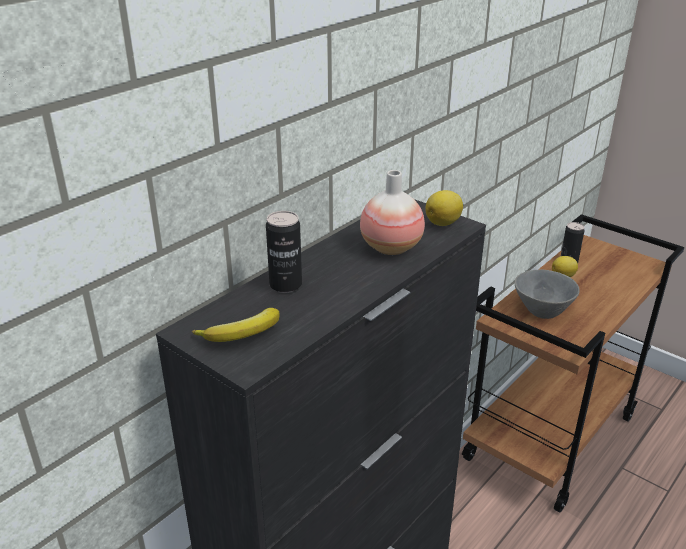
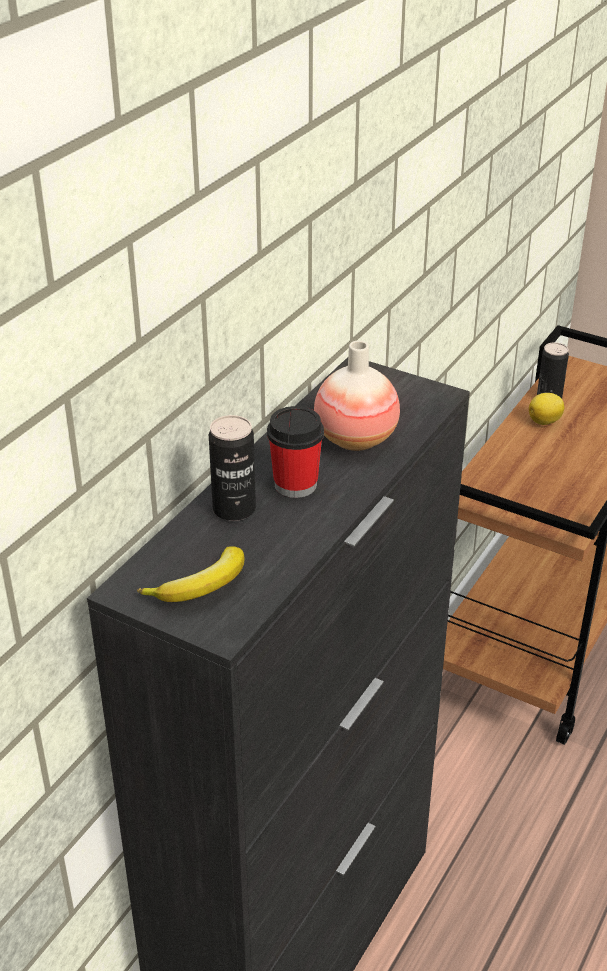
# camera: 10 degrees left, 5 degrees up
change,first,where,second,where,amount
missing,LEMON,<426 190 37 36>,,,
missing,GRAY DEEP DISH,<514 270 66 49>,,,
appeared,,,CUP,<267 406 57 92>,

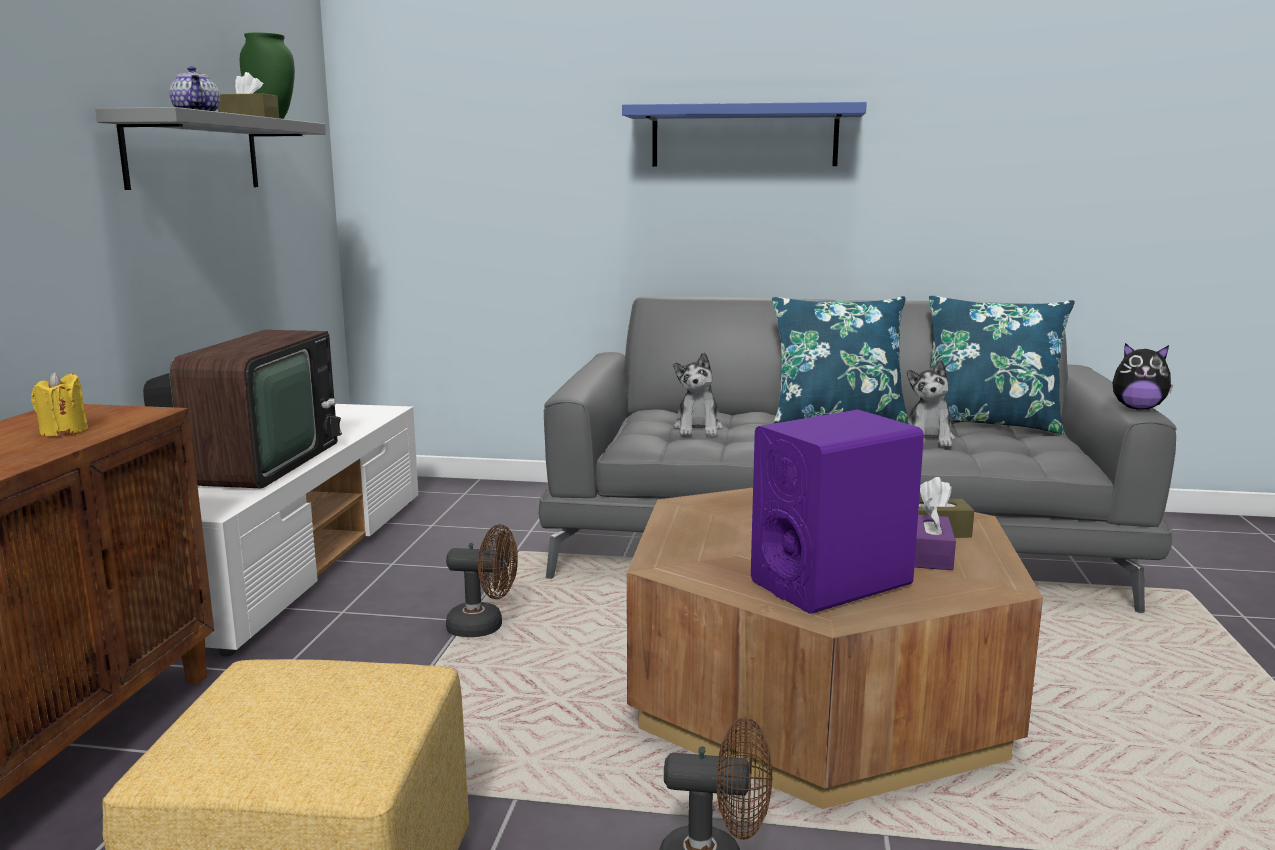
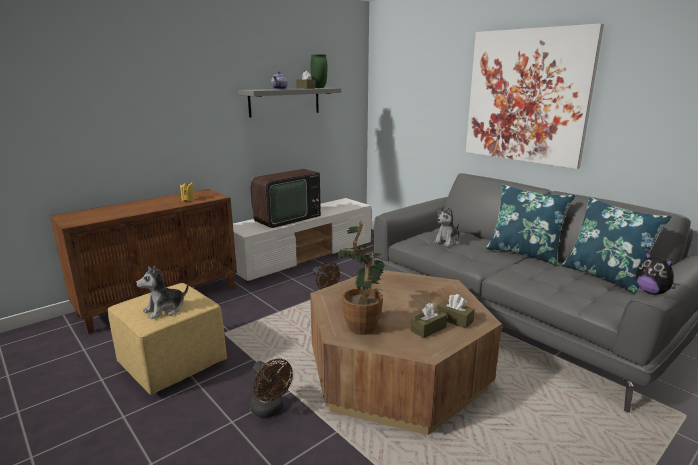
# camera: 40 degrees right, 5 degrees up
change,first,where,second,where,amount
exchanged,BLUE-COLOURED WALL SHELF,<622 102 245 64>,WALL ART,<466 23 138 146>,
relocated,SOFT TOY,<907 359 48 87>,,<136 266 53 53>,
exchanged,PURPLE-COLOURED AUDIO SPEAKER,<751 410 173 204>,PLANT IN A POT,<337 220 48 115>,
colour,PURPLE-COLOURED TISSUE BOX,<914 498 42 72>,BROWNISH TISSUE BOX,<410 302 37 36>,

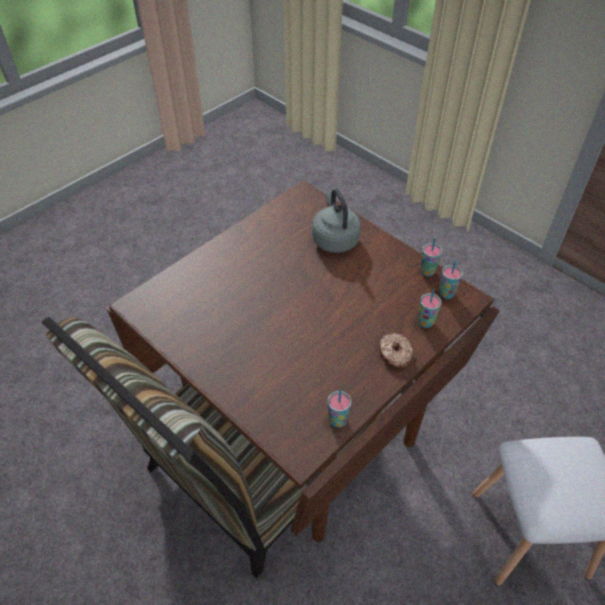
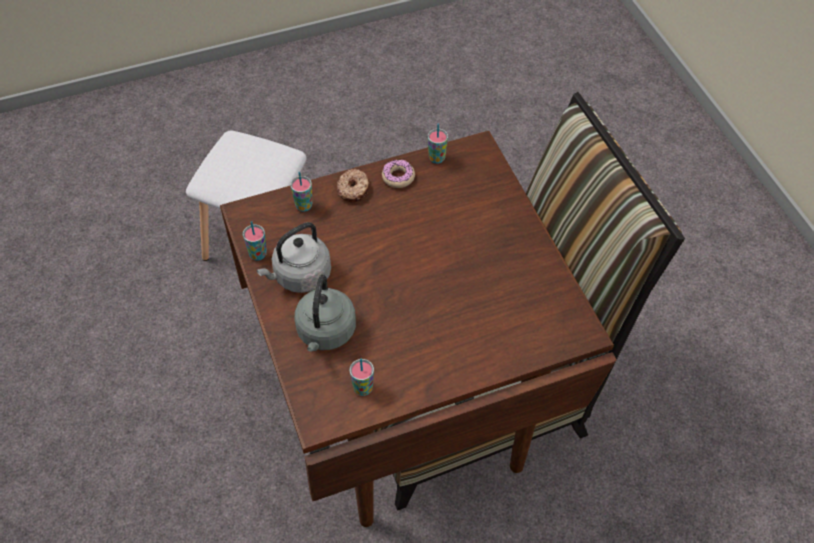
# camera: 155 degrees left, 5 degrees up
change,first,where,second,where,amount
relocated,CUP,<439 260 24 39>,,<350 359 24 37>,
appeared,,,RING DOUGHNUT,<382 160 33 28>,
appeared,,,GRAY TEA KETTLE,<256 222 75 71>,

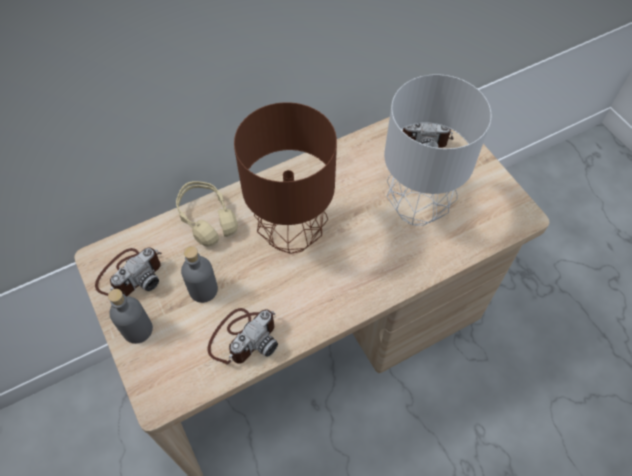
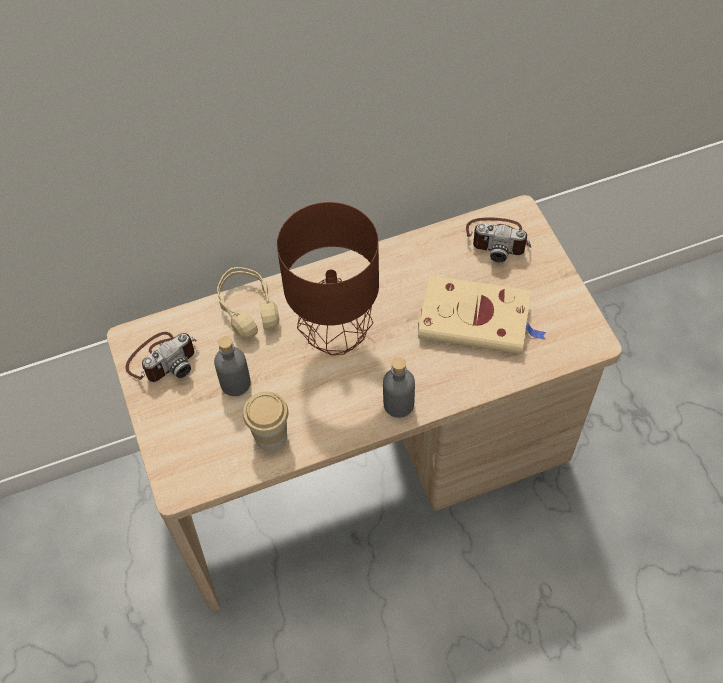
# camera: 10 degrees right, 0 degrees up
change,first,where,second,where,amount
exchanged,GRAY TABLETOP LAMP,<384 74 107 152>,BEIGE-COLOURED VOLUME,<418 275 128 79>,
relocated,GRAY BOTTLE,<108 289 45 55>,,<383 357 32 61>,
exchanged,STILL CAMERA,<208 308 70 56>,CUP,<243 391 45 59>,

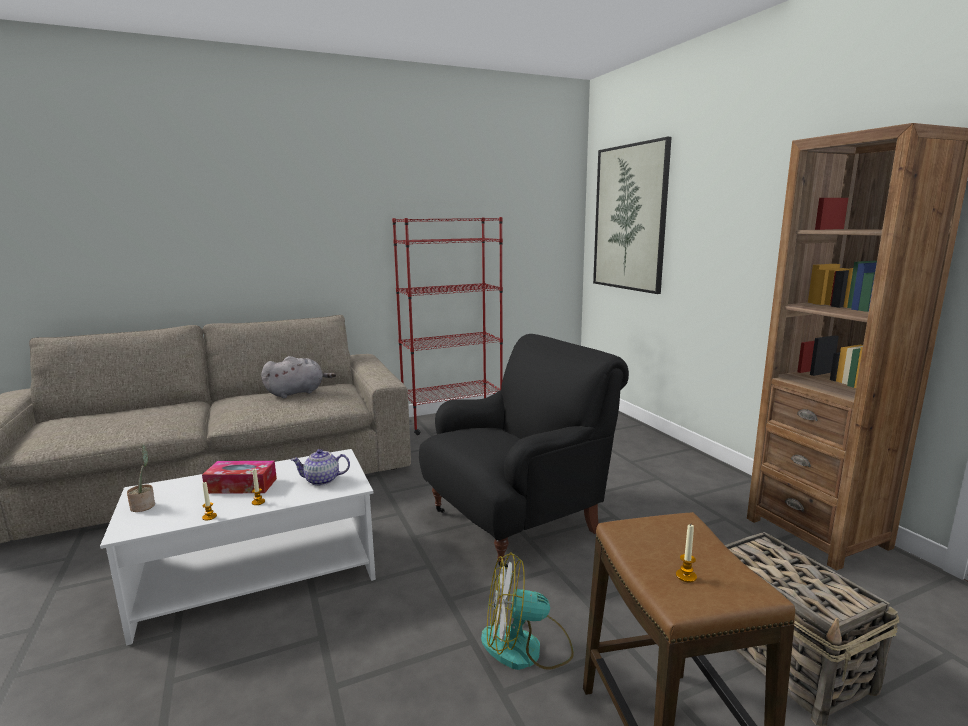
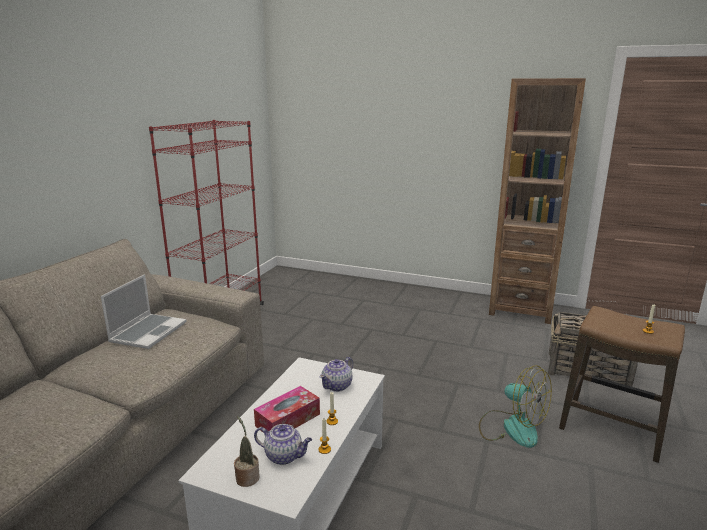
# camera: 45 degrees left, 5 degrees up
change,first,where,second,where,amount
missing,WALL ART,<593 137 79 157>,,,
missing,BLACK-COLOURED EASY CHAIR,<419 334 210 234>,,,
exchanged,GRAY SOFT TOY,<261 356 75 42>,LAPTOP,<101 274 86 75>,
spun,COOLING FAN,<481 553 93 117>,,<479 365 73 83>,90 degrees counterclockwise
appeared,,,POT FOR TEA,<254 424 58 41>,

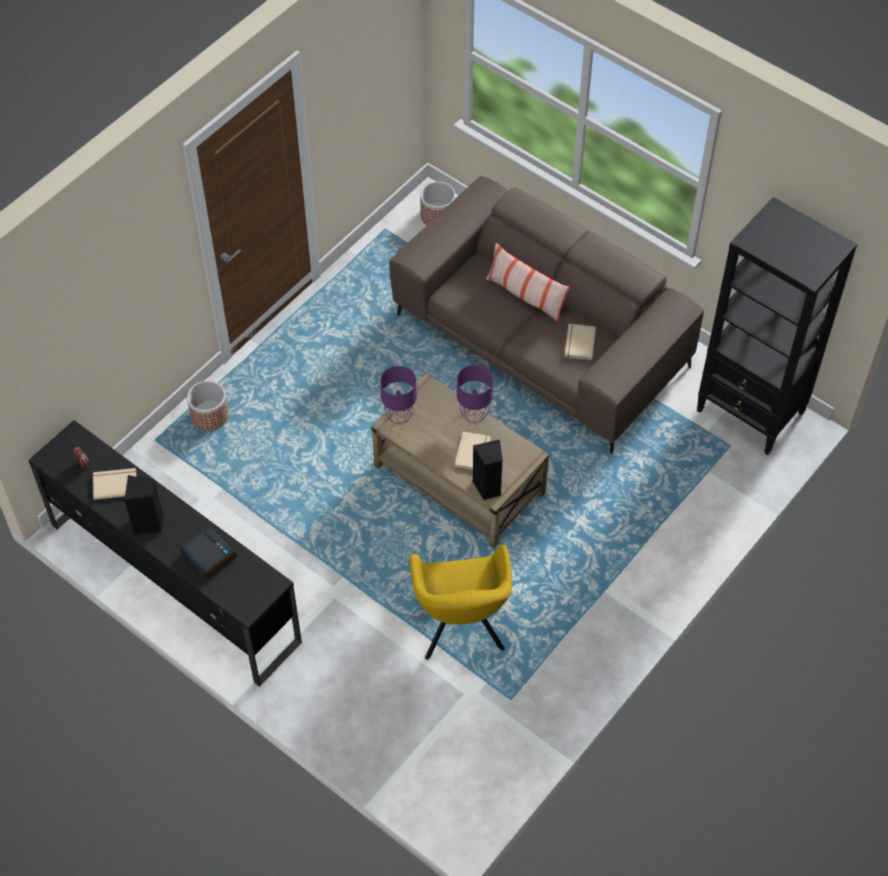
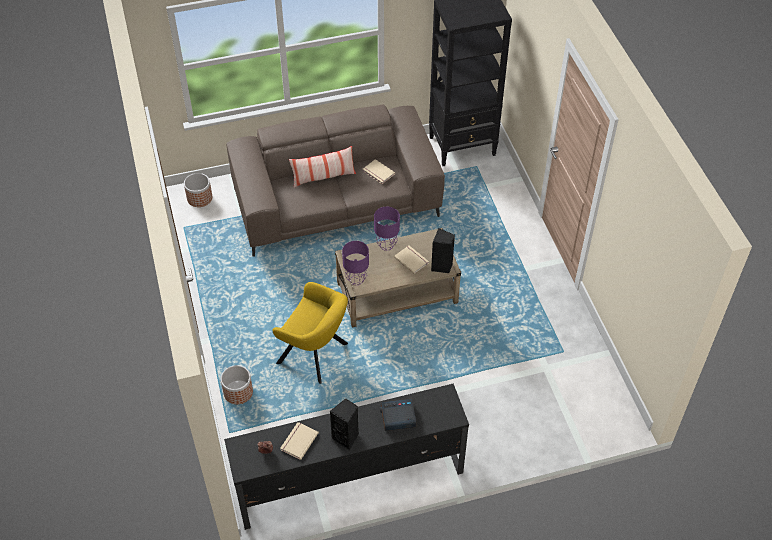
# camera: 55 degrees left, 5 degrees down
change,first,where,second,where,amount
relocated,YELLOWISH EASY CHAIR,<410 545 102 115>,,<272 282 76 102>,

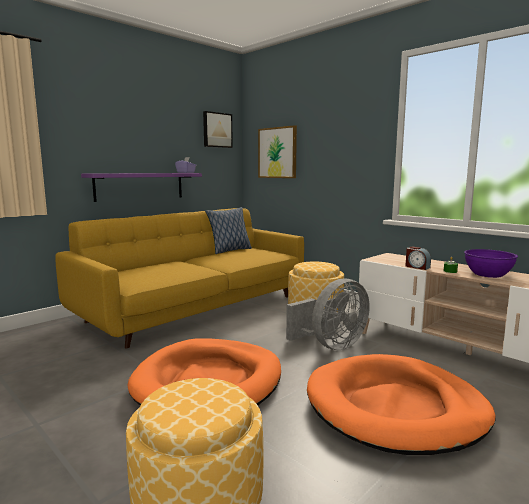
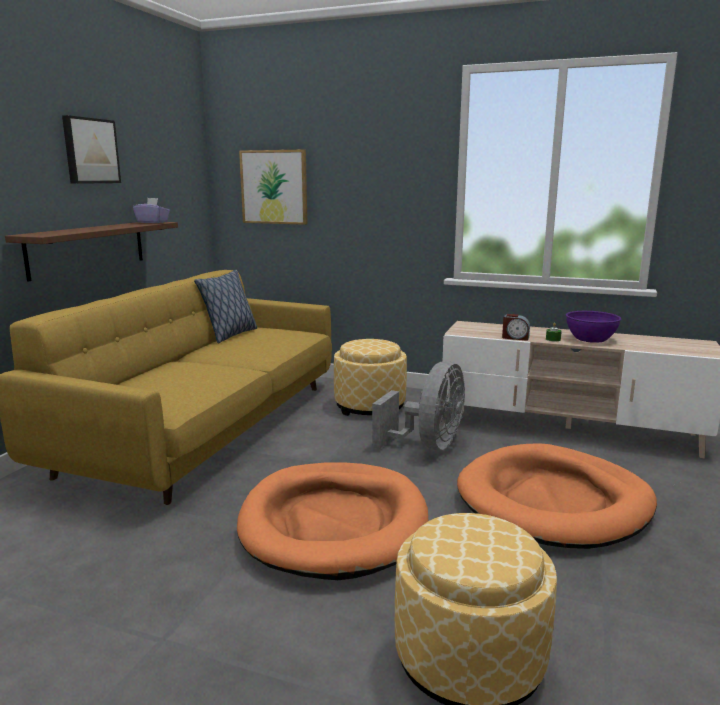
# camera: 25 degrees left, 5 degrees up
change,first,where,second,where,amount
relocated,WALL ART,<203 111 30 37>,,<62 115 59 69>,
colour,PURPLE-COLOURED WALL SHELF,<81 173 121 29>,BROWNISH WALL SHELF,<5 222 173 60>,

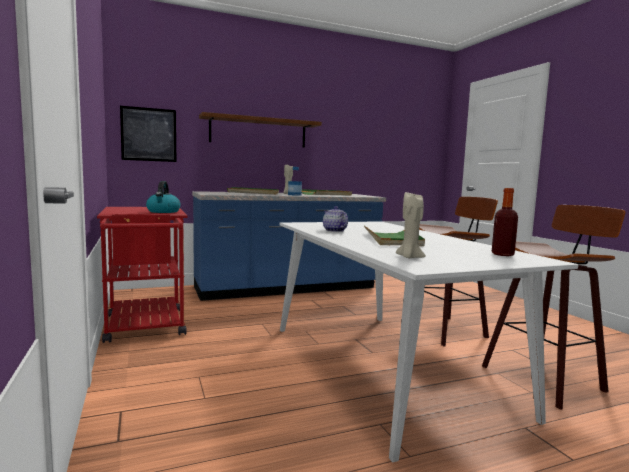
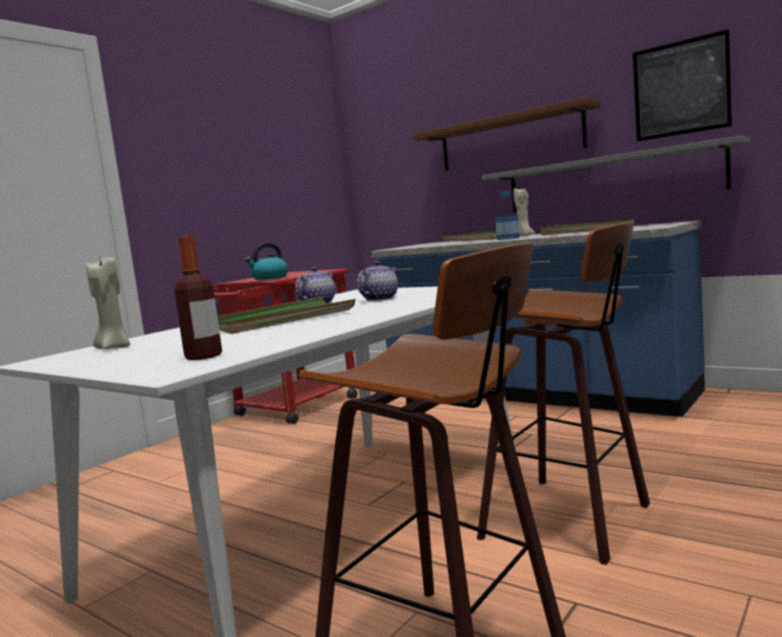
# camera: 60 degrees right, 0 degrees up
change,first,where,second,where,amount
relocated,WALL ART,<120 106 56 56>,,<633 29 99 113>,
appeared,,,GRAY WALL SHELF,<482 135 268 78>,
appeared,,,POT FOR TEA,<357 261 41 40>,

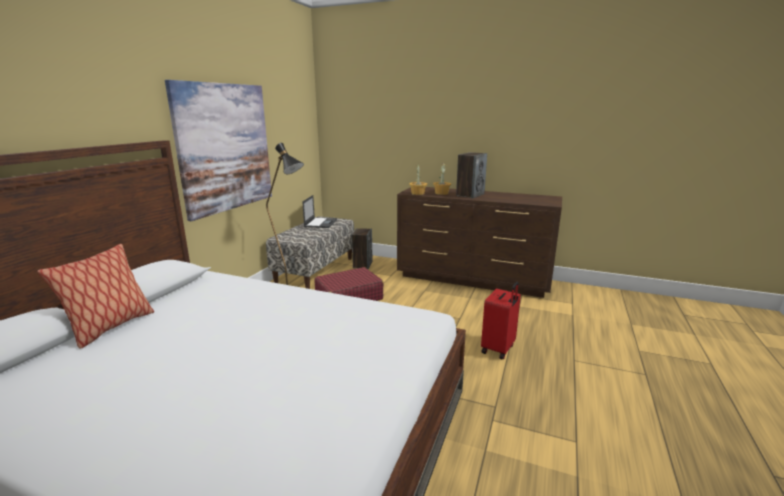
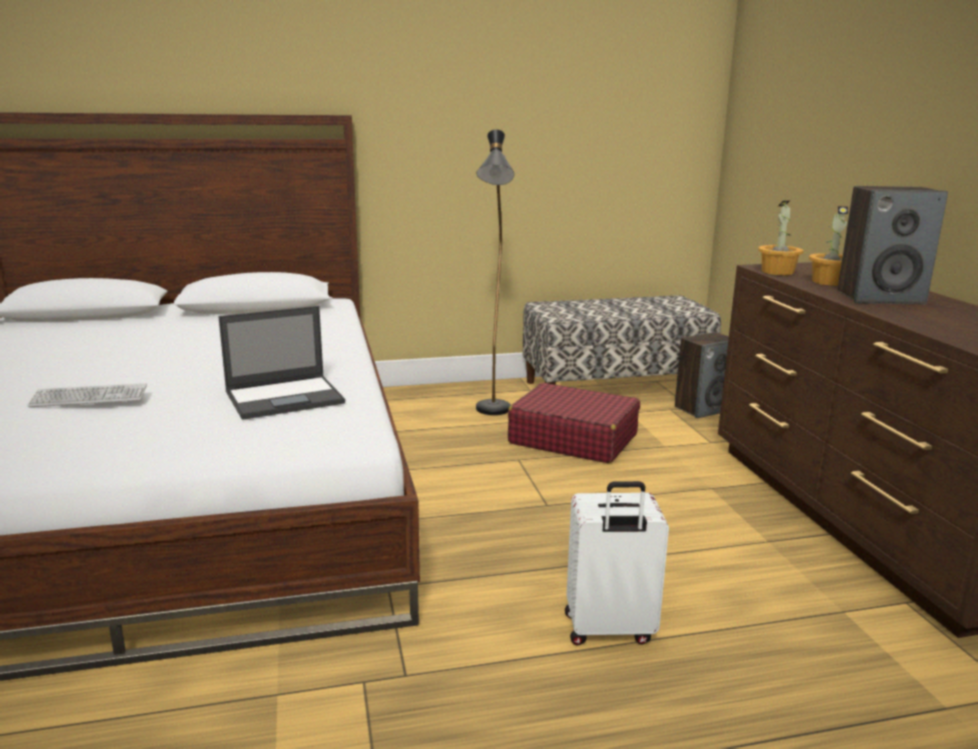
# camera: 55 degrees right, 0 degrees up
change,first,where,second,where,amount
missing,WALL ART,<165 80 107 141>,,,
relocated,LAPTOP,<302 195 35 33>,,<218 306 127 114>,
missing,THROW PILLOW,<37 244 117 105>,,,
colour,RED-COLOURED TRAVEL CASE,<481 282 40 78>,WHITE TRAVEL CASE,<565 481 104 164>,
appeared,,,COMPUTER KEYBOARD,<27 383 120 24>,

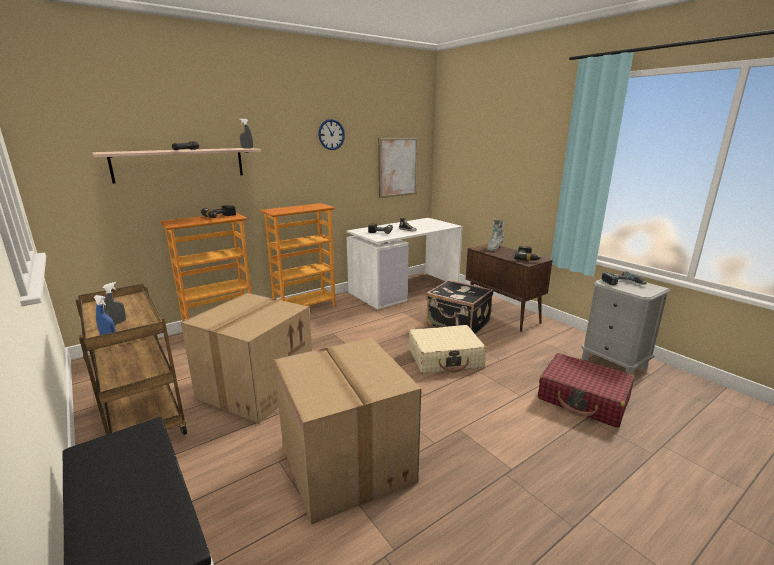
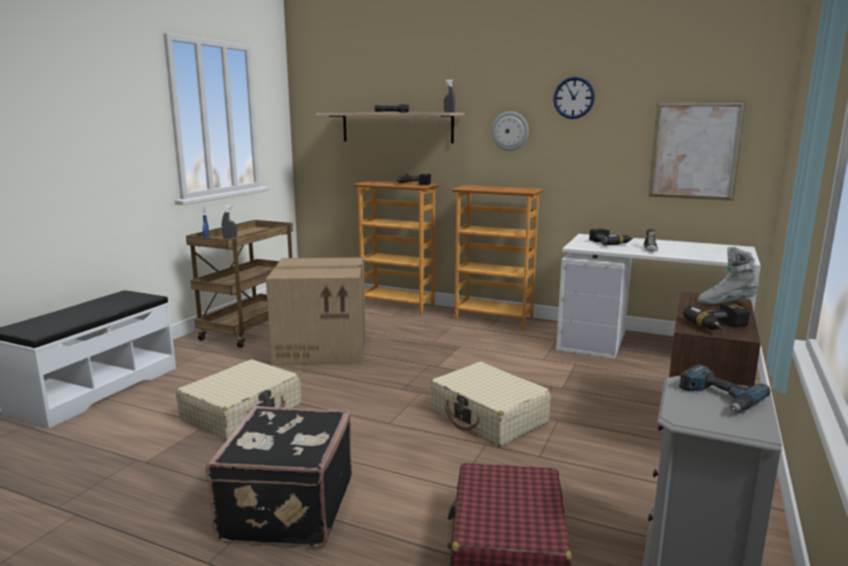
# camera: 60 degrees right, 5 degrees down
change,first,where,second,where,amount
relocated,BLACK-COLOURED TRAVEL CASE,<426 280 67 55>,,<206 406 146 142>,
exchanged,CARDBOARD BOX,<274 338 147 186>,BEIGE-COLOURED TRAVEL CASE,<176 360 125 80>,
appeared,,,CLOCK ON THE WALL,<491 111 38 40>,

